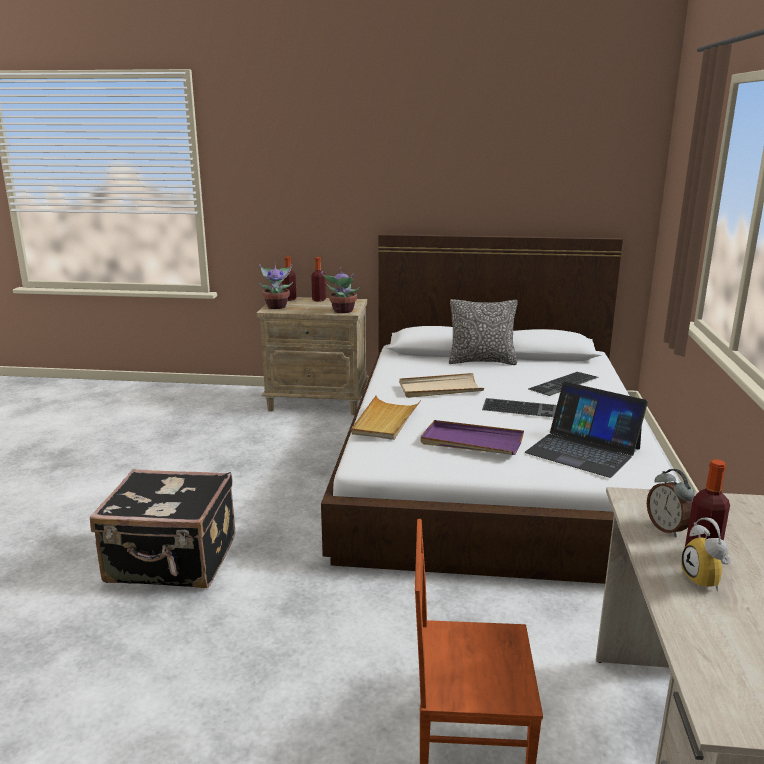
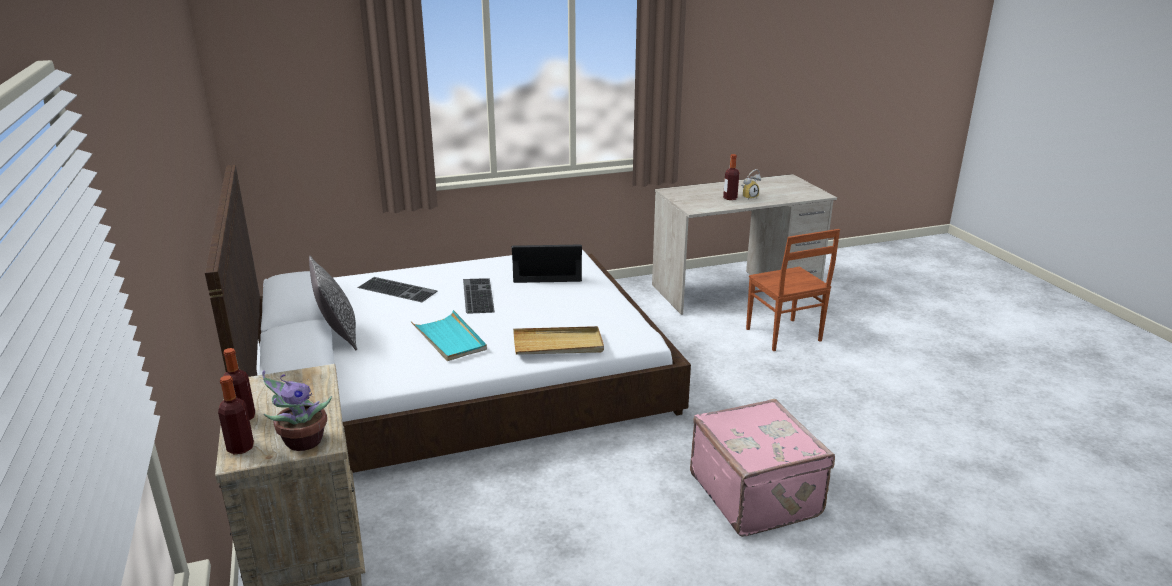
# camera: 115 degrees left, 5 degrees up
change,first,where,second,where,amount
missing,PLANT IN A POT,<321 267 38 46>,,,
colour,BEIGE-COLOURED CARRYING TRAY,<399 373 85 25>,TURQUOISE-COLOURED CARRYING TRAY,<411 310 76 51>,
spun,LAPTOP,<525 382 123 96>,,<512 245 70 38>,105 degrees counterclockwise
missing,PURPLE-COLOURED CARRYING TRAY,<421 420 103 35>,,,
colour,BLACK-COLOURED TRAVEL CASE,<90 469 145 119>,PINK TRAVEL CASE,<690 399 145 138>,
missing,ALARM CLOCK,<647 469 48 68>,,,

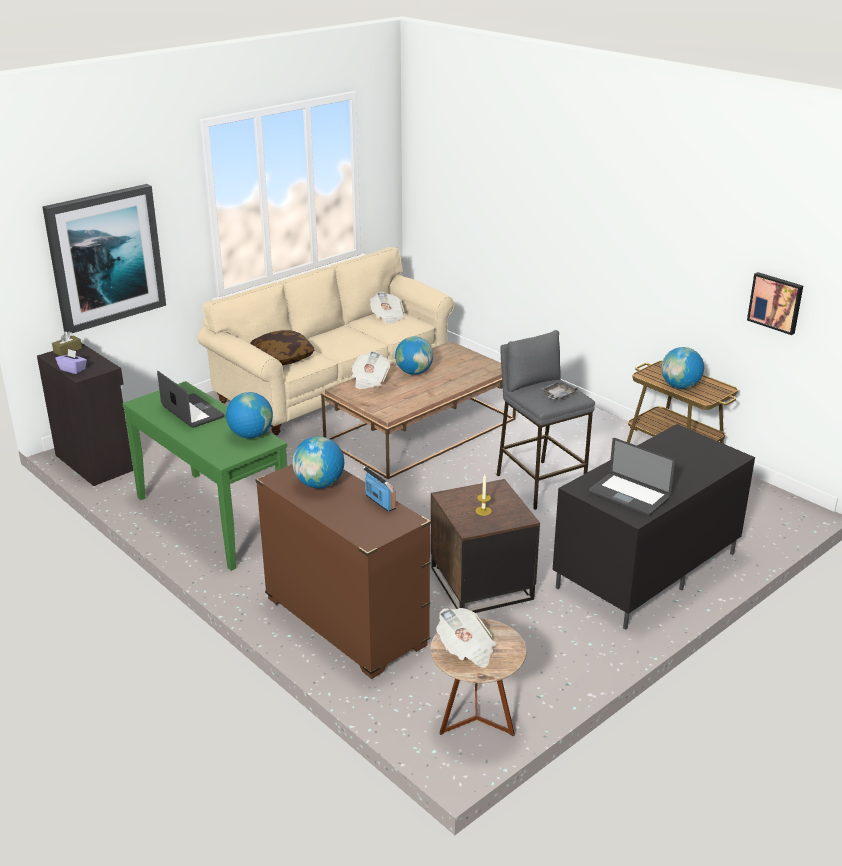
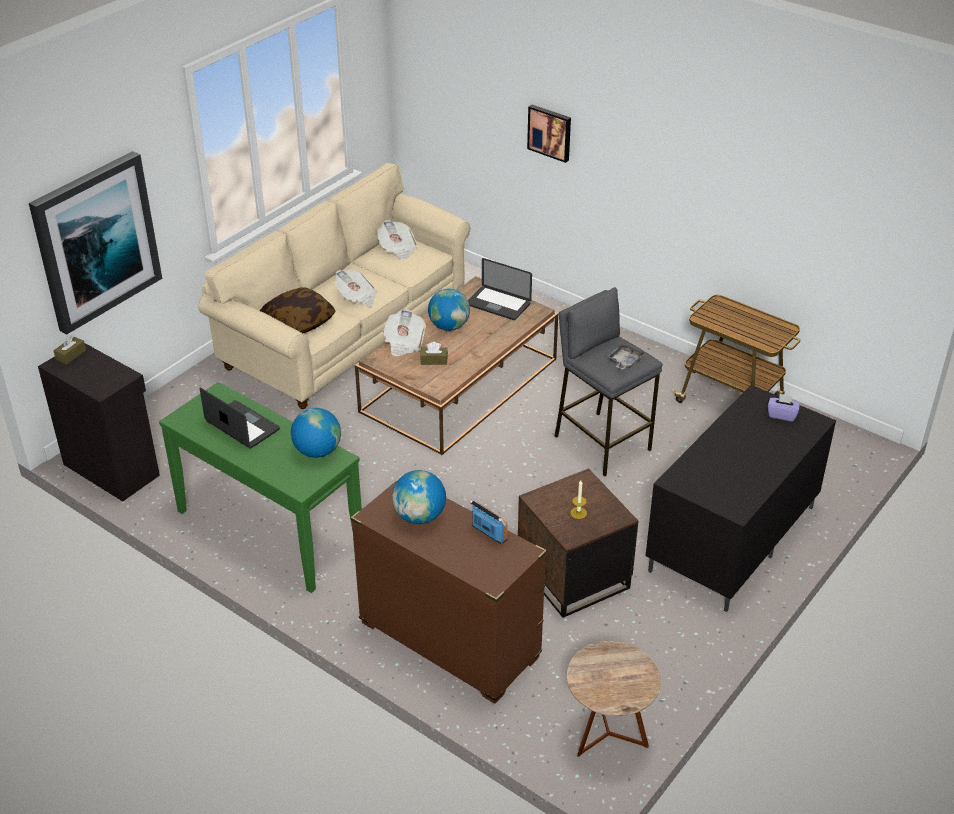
# camera: 10 degrees left, 10 degrees up
change,first,where,second,where,amount
relocated,WALL ART,<747 272 56 63>,,<527 105 44 58>,
missing,WORLD GLOBE,<661 347 43 42>,,,
relocated,PURPLE-COLOURED TISSUE BOX,<56 349 31 25>,,<768 394 32 27>,
relocated,LAPTOP,<589 438 86 78>,,<468 258 64 62>,
relocated,NEWSPAPER,<436 608 60 60>,,<335 269 42 38>,
appeared,,,BROWNISH TISSUE BOX,<421 342 27 23>,

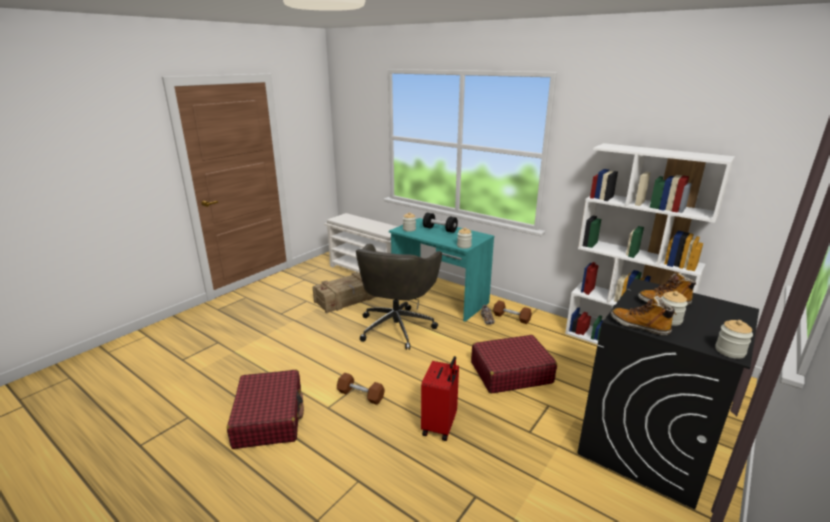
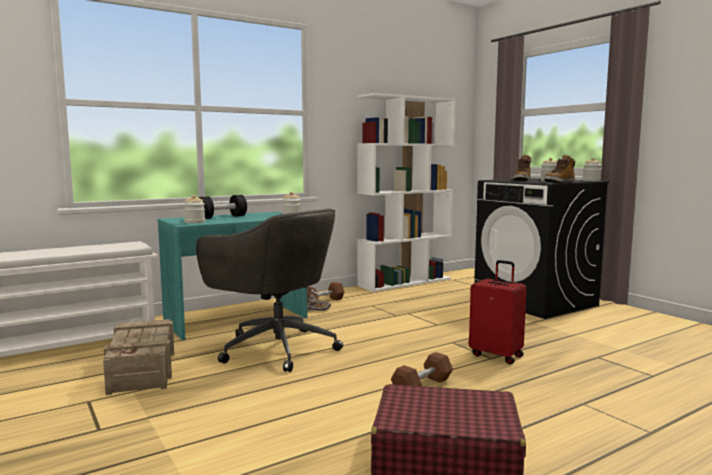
# camera: 70 degrees left, 15 degrees down
change,first,where,second,where,amount
missing,RED-COLOURED TRAVEL CASE,<471 335 86 59>,,,

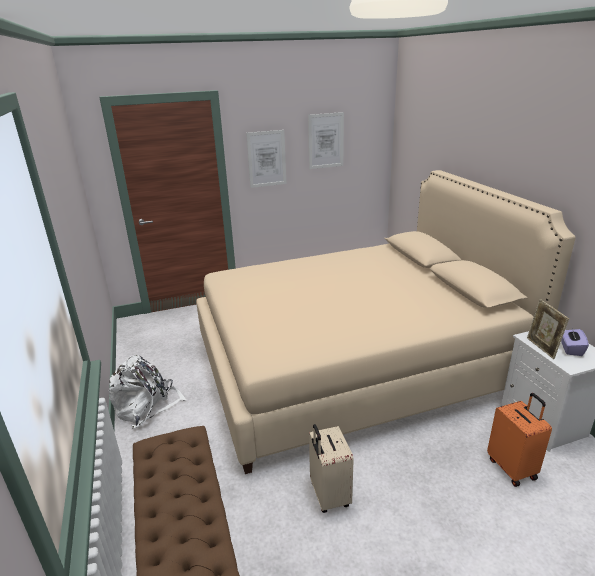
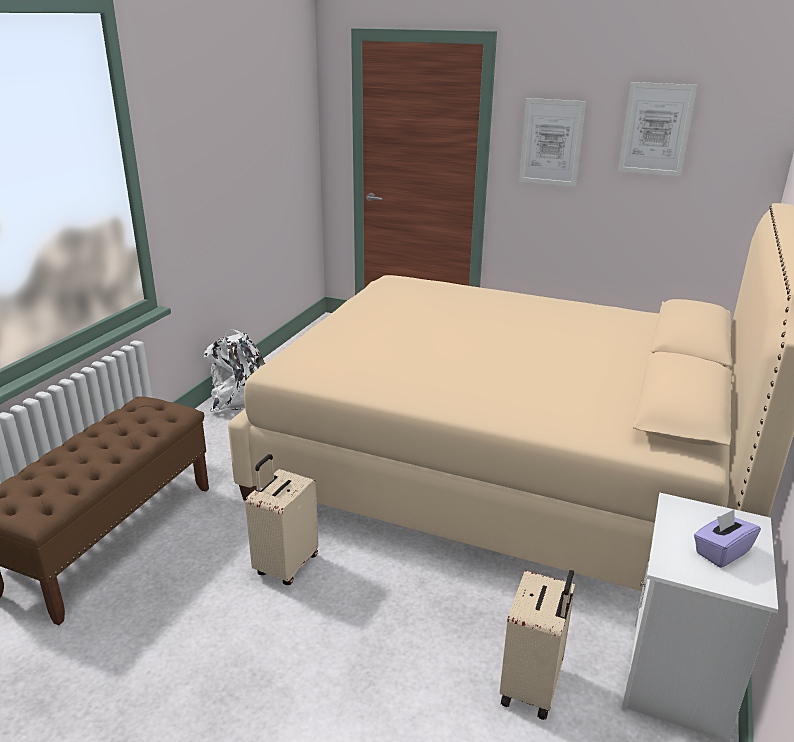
# camera: 40 degrees right, 0 degrees up
change,first,where,second,where,amount
missing,STANDING FRAME,<527 299 42 60>,,,
colour,ORANGE TRAVEL CASE,<487 393 65 94>,BEIGE-COLOURED TRAVEL CASE,<500 570 75 150>,

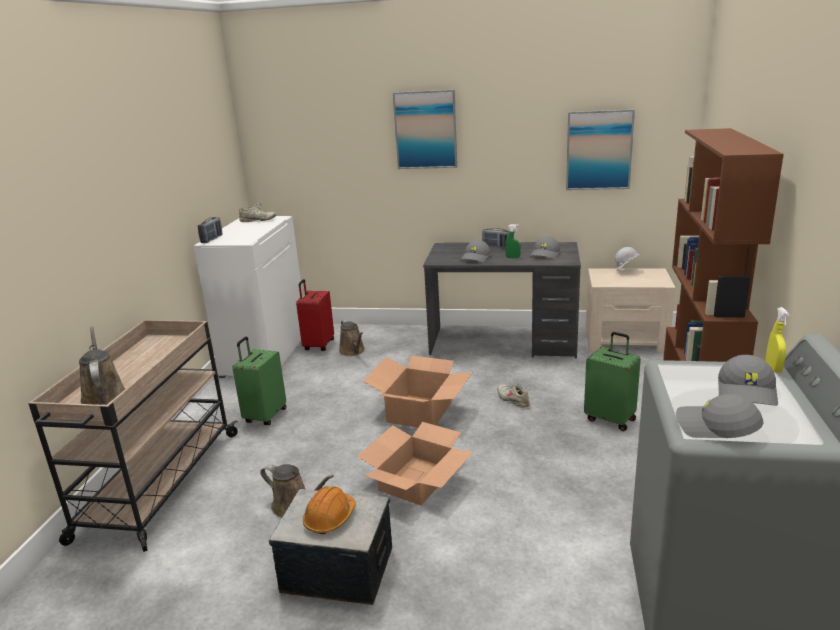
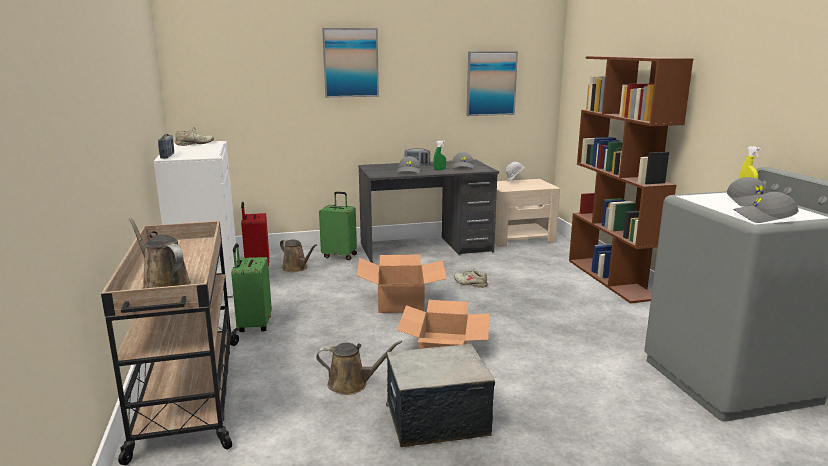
# camera: 25 degrees left, 5 degrees down
change,first,where,second,where,amount
relocated,GREENISH TRAVEL CASE,<584 332 57 99>,,<319 192 38 68>,
missing,ORANGE HARD HAT,<303 486 53 48>,,,

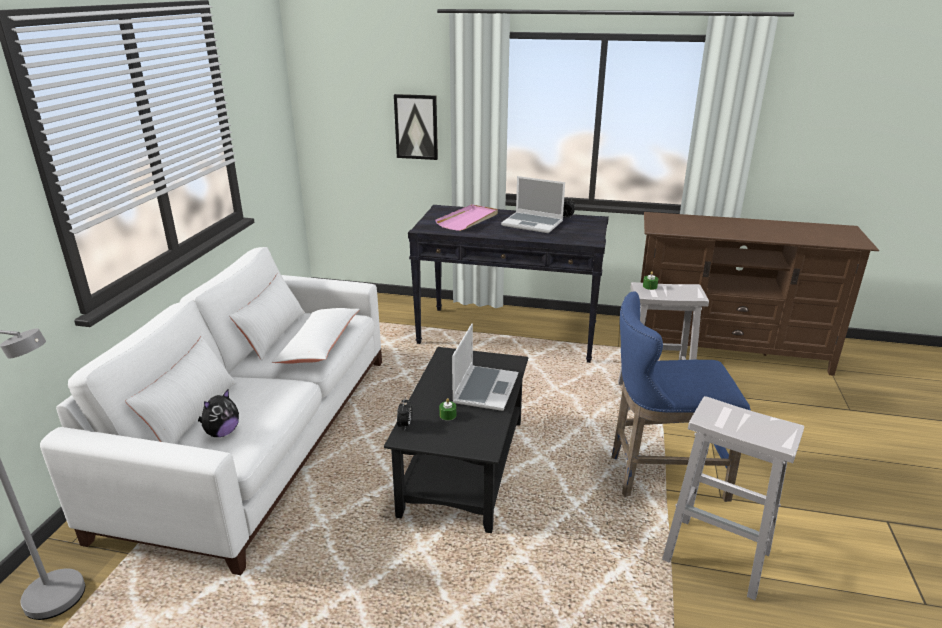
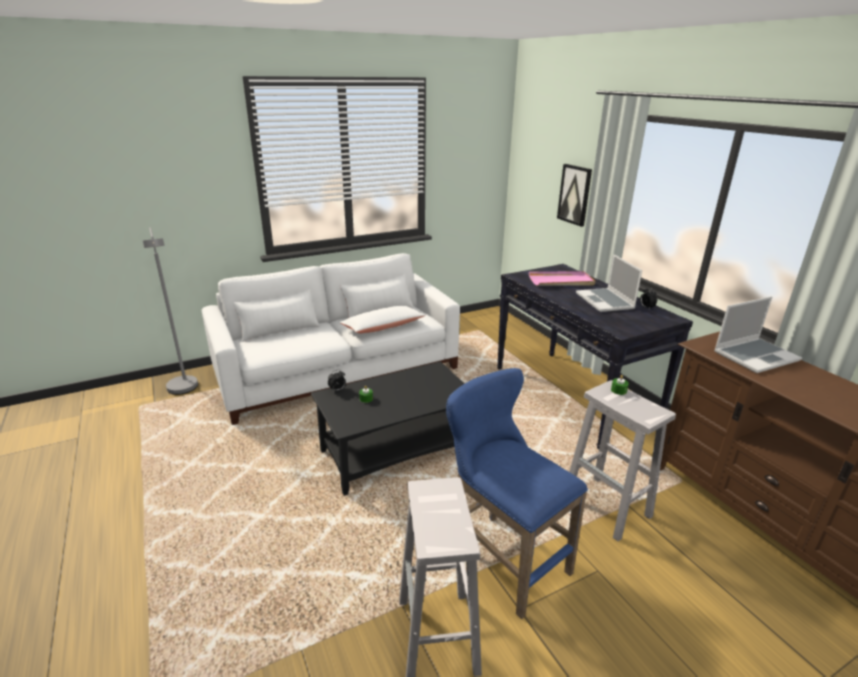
# camera: 50 degrees right, 0 degrees up
change,first,where,second,where,amount
relocated,LAPTOP,<452 324 66 87>,,<714 296 88 77>,
missing,SOFT TOY,<198 389 41 48>,,,

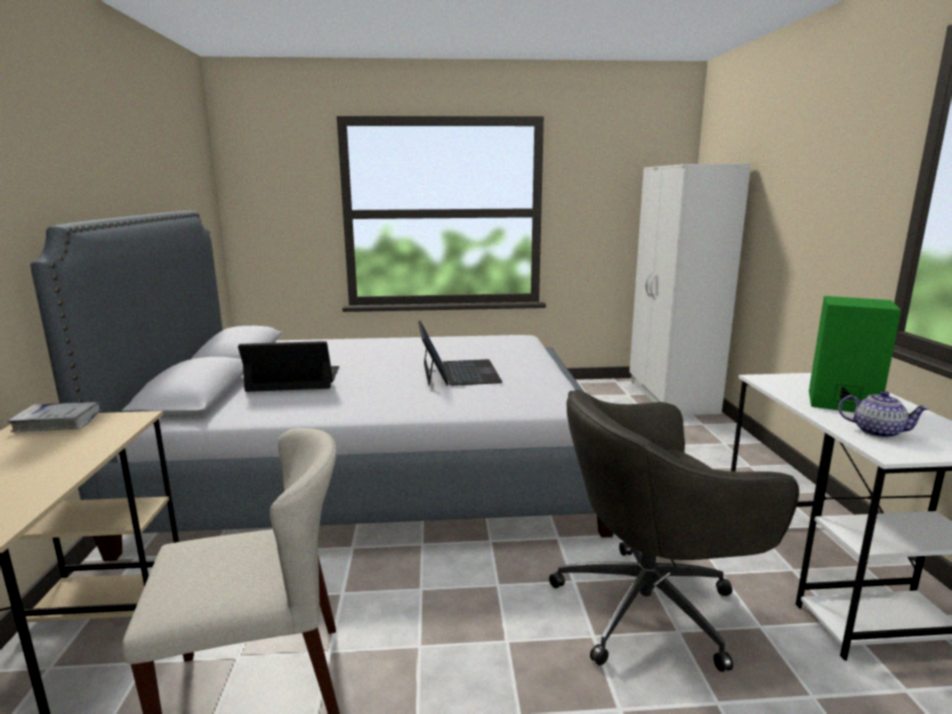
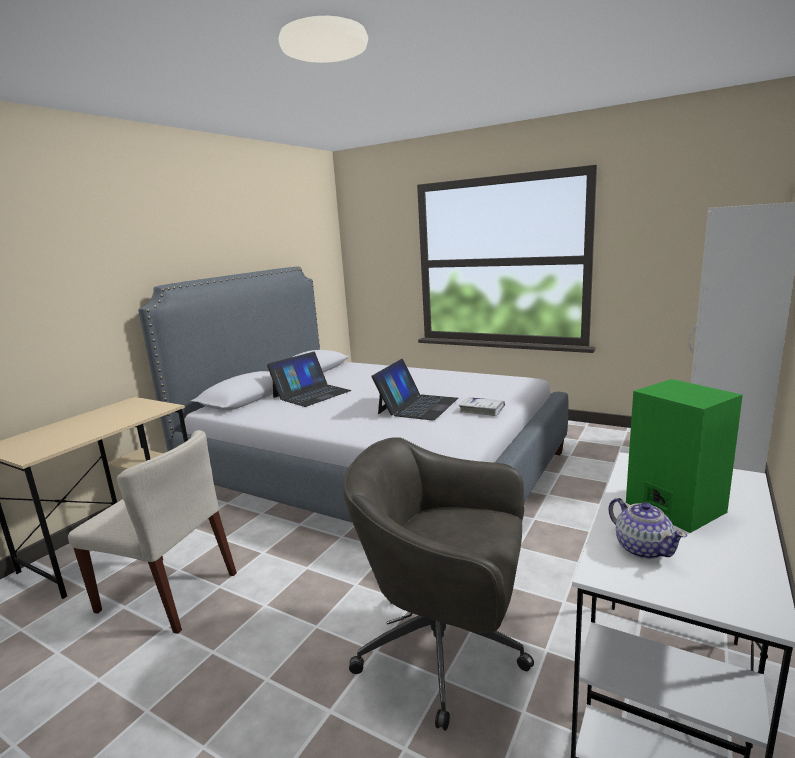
# camera: 35 degrees right, 0 degrees up
change,first,where,second,where,amount
spun,LAPTOP,<238 341 101 51>,,<267 352 85 55>,105 degrees clockwise
relocated,WHITE VOLUME,<7 402 95 30>,,<459 397 46 19>,

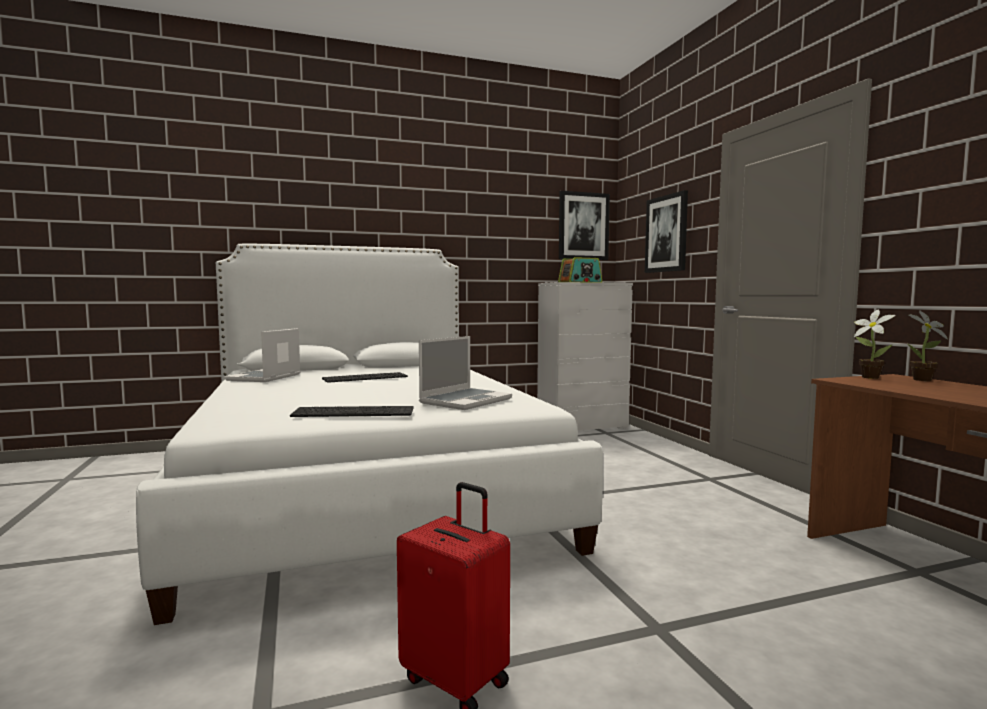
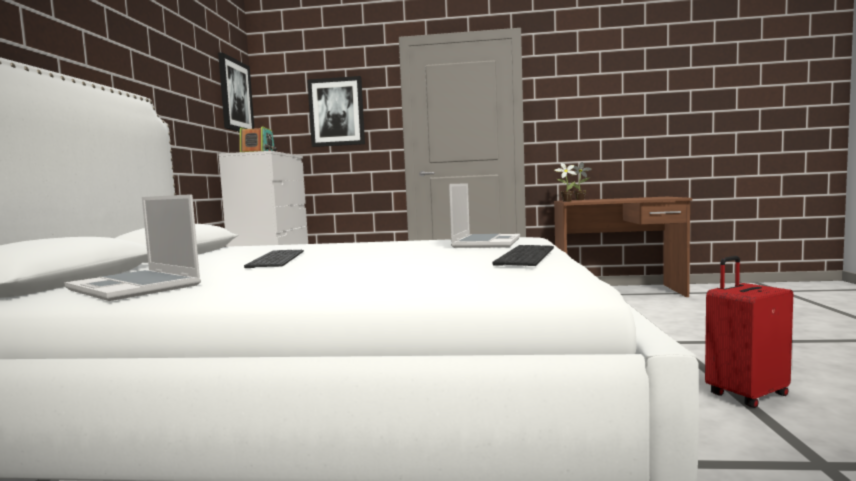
# camera: 65 degrees left, 0 degrees up
change,first,where,second,where,amount
spun,LAPTOP,<419 336 93 74>,,<449 184 71 64>,45 degrees clockwise

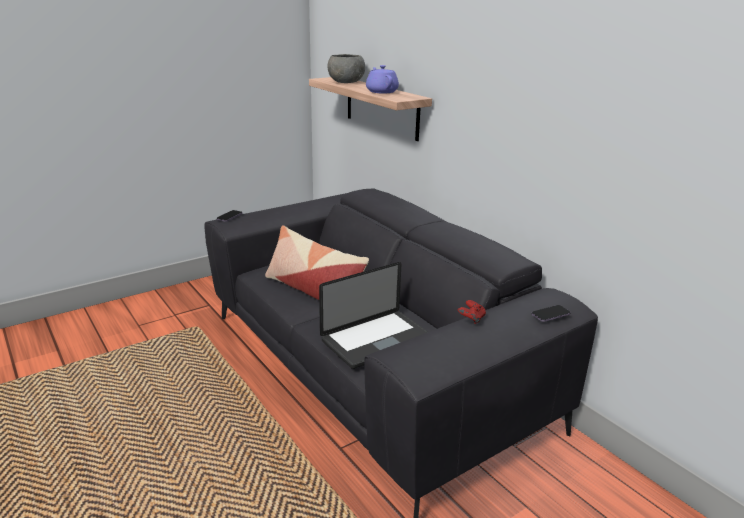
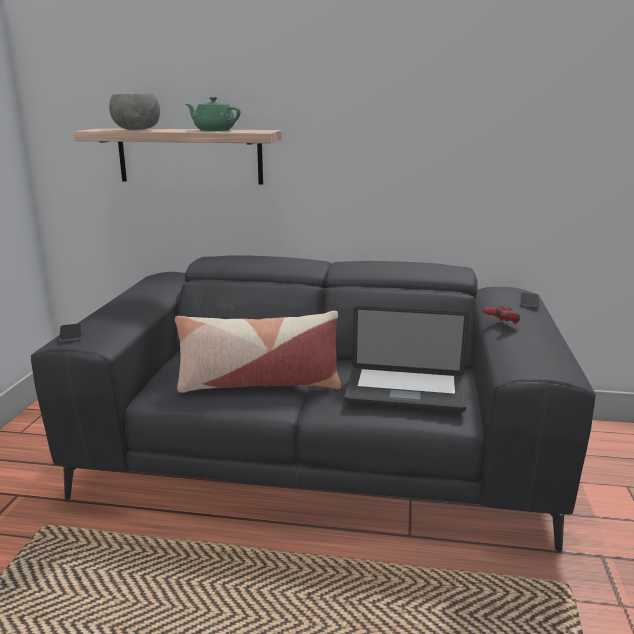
# camera: 45 degrees left, 5 degrees down
change,first,where,second,where,amount
colour,PURPLE-COLOURED POT FOR TEA,<366 65 33 28>,GREENISH POT FOR TEA,<185 97 55 34>,
spun,LAPTOP,<319 262 109 107>,,<344 306 125 106>,90 degrees clockwise

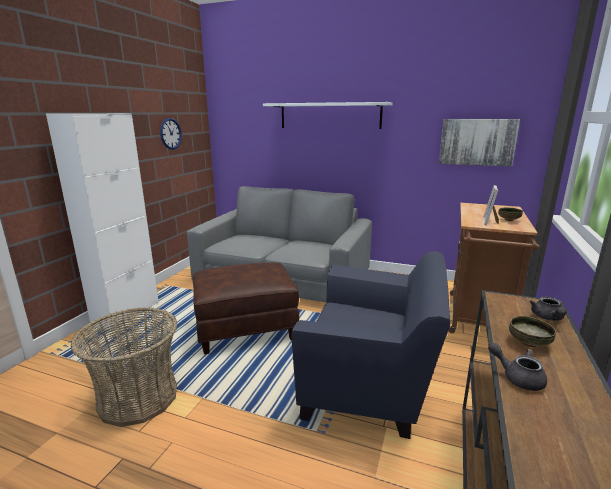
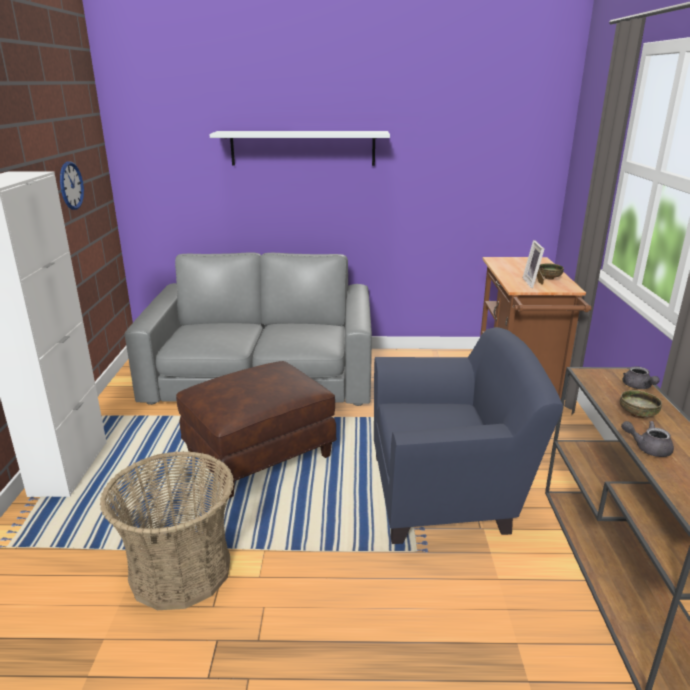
# camera: 20 degrees left, 5 degrees up
change,first,where,second,where,amount
missing,WALL ART,<439 119 81 48>,,,

